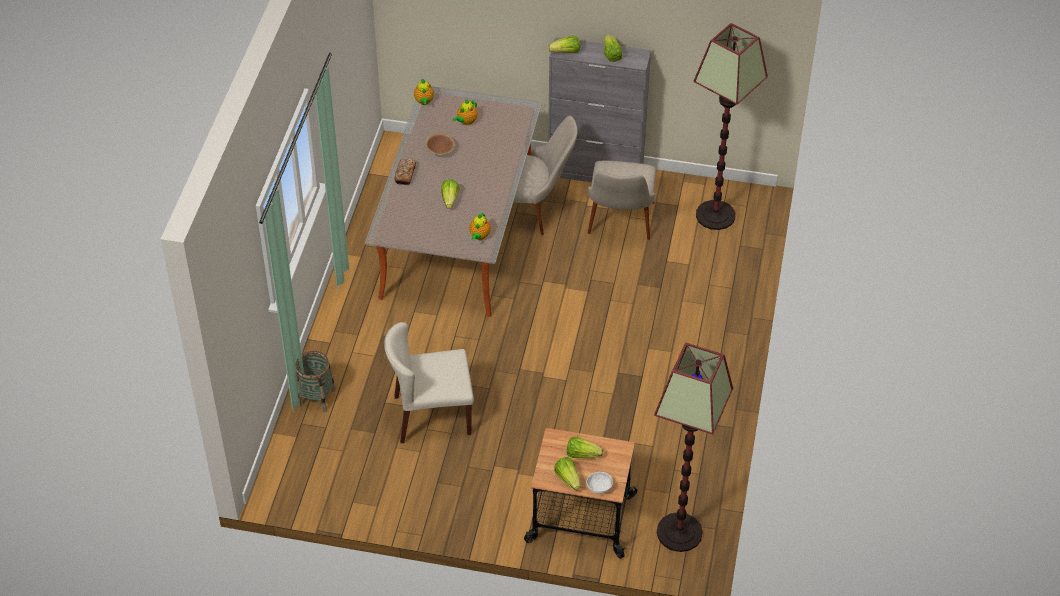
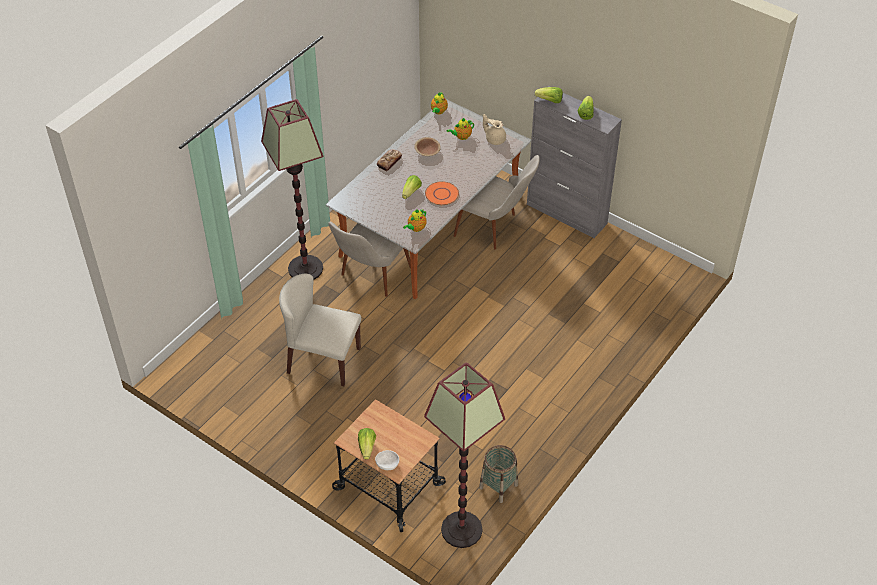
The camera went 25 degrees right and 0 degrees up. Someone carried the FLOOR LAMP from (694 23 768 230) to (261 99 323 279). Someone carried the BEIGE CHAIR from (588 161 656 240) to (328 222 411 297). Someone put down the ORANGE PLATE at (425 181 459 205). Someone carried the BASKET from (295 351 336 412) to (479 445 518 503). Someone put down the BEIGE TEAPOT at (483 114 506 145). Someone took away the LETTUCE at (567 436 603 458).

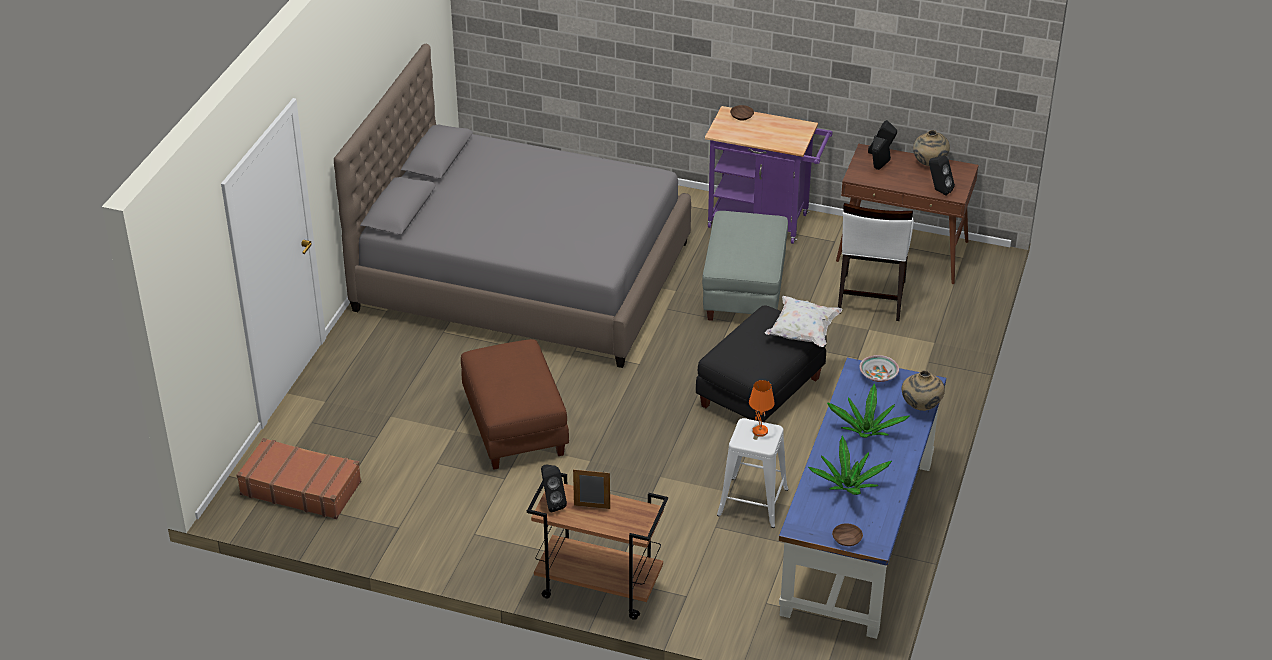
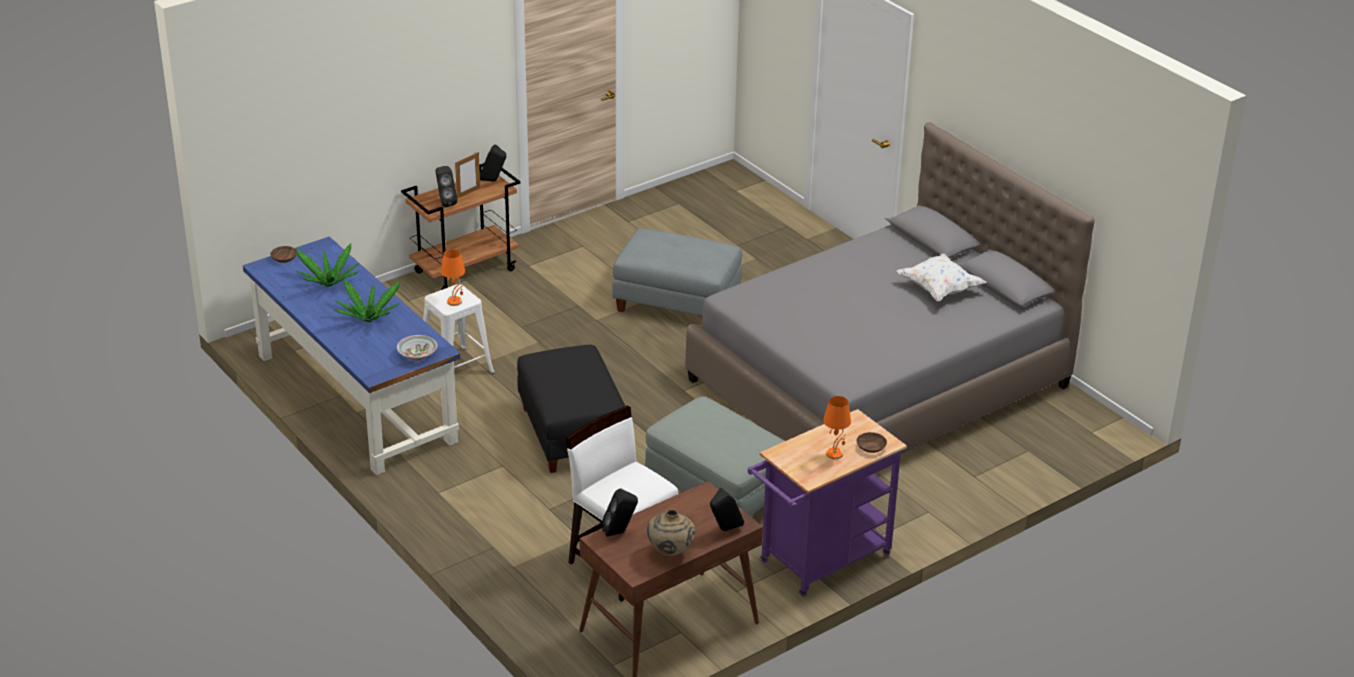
The camera went 125 degrees right and 5 degrees down. Someone carried the BLACK SPEAKER from (872 136 891 170) to (435 166 458 207). Someone repainted the BROWN OTTOMAN at (461 339 569 470), which became the GREY OTTOMAN at (612 228 742 316). Someone put down the ORANGE TABLE LAMP at (823 396 851 459). Someone carried the WHITE PILLOW from (765 296 843 347) to (897 253 987 302). Someone took away the BROWN SUITCASE at (237 438 361 519). Someone took away the BEIGE VASE at (902 370 945 411).

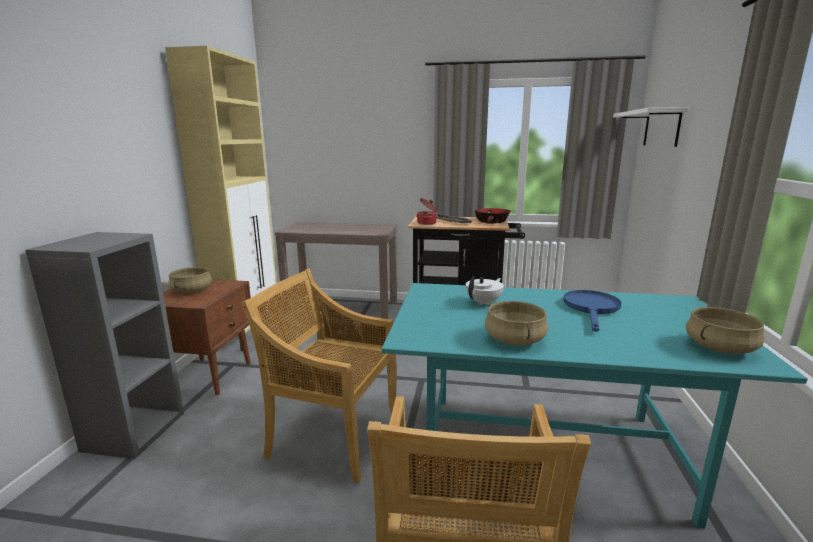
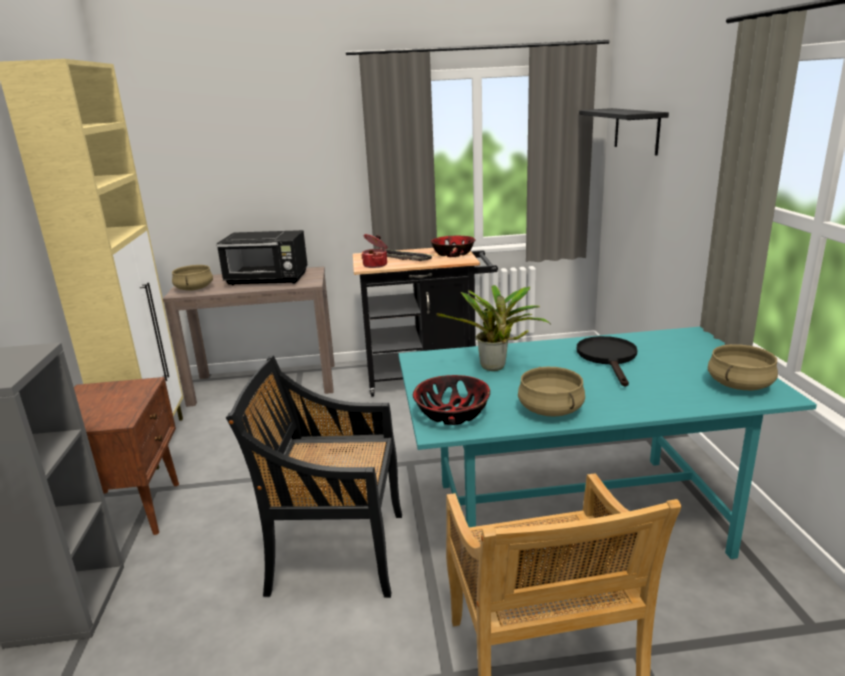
The camera went 15 degrees left and 5 degrees up. Someone carried the BEIGE COOKING POT from (168 267 212 293) to (172 265 213 291). Someone put down the BLACK MICROWAVE at (216 230 308 285). Someone repainted the BEIGE CHAIR at (241 268 397 483), which became the BLACK CHAIR at (226 355 402 598). Someone put down the BOWL at (413 375 490 425). Someone swapped the WHITE TEAPOT at (466 276 504 306) for the POTTED PLANT at (436 285 552 371). Someone repainted the BLUE FRYING PAN at (563 290 621 332), which became the BLACK FRYING PAN at (577 336 637 387). Someone repainted the WHITE SHELF at (613 107 689 147), which became the BLACK SHELF at (579 108 669 156).

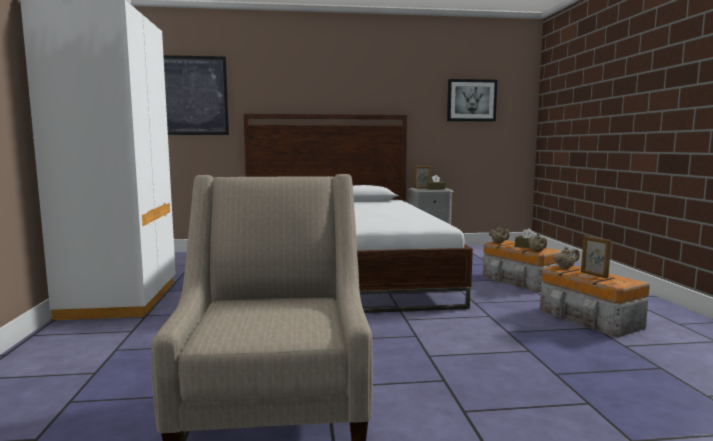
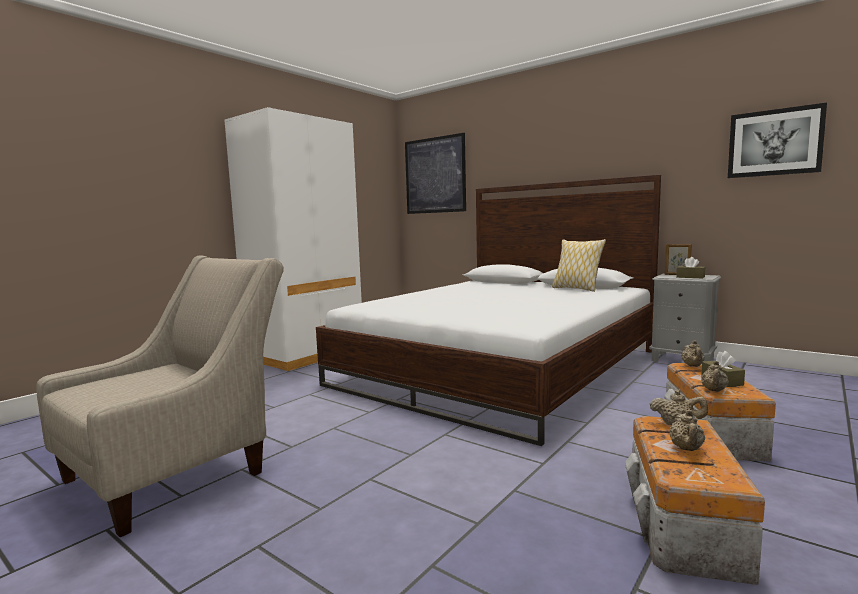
The camera went 45 degrees right and 0 degrees up. Someone put down the PILLOW at (552 239 606 292). Someone swapped the PICTURE FRAME at (581 236 611 278) for the BEIGE TEAPOT at (669 410 705 451).

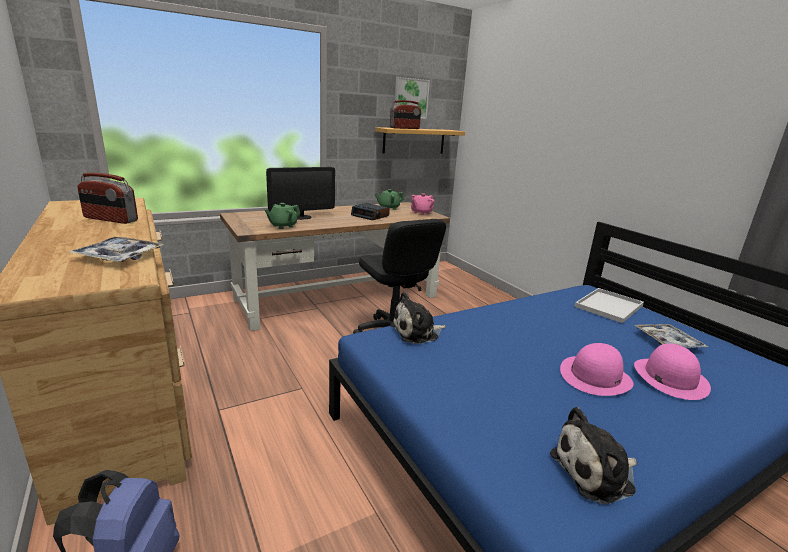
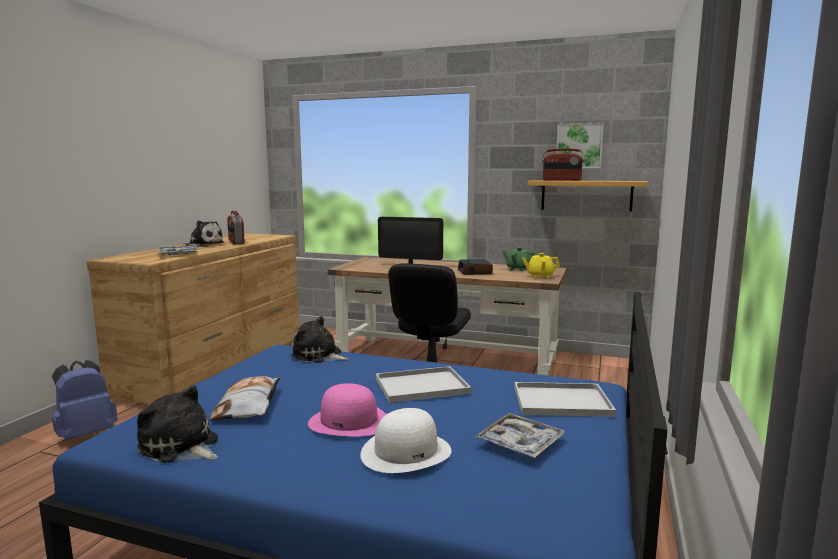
The camera went 50 degrees right and 10 degrees down. Someone put down the PLUSH TOY at (182 220 224 247). Someone put down the PILLOW at (209 376 280 420). Someone repainted the PINK HAT at (634 343 711 400), which became the WHITE HAT at (360 408 452 473). Someone put down the WHITE TRAY at (376 366 471 403). Someone repainted the PINK TEAPOT at (411 193 434 215), which became the YELLOW TEAPOT at (522 253 560 278). Someone took away the GREEN TEAPOT at (265 203 300 229).

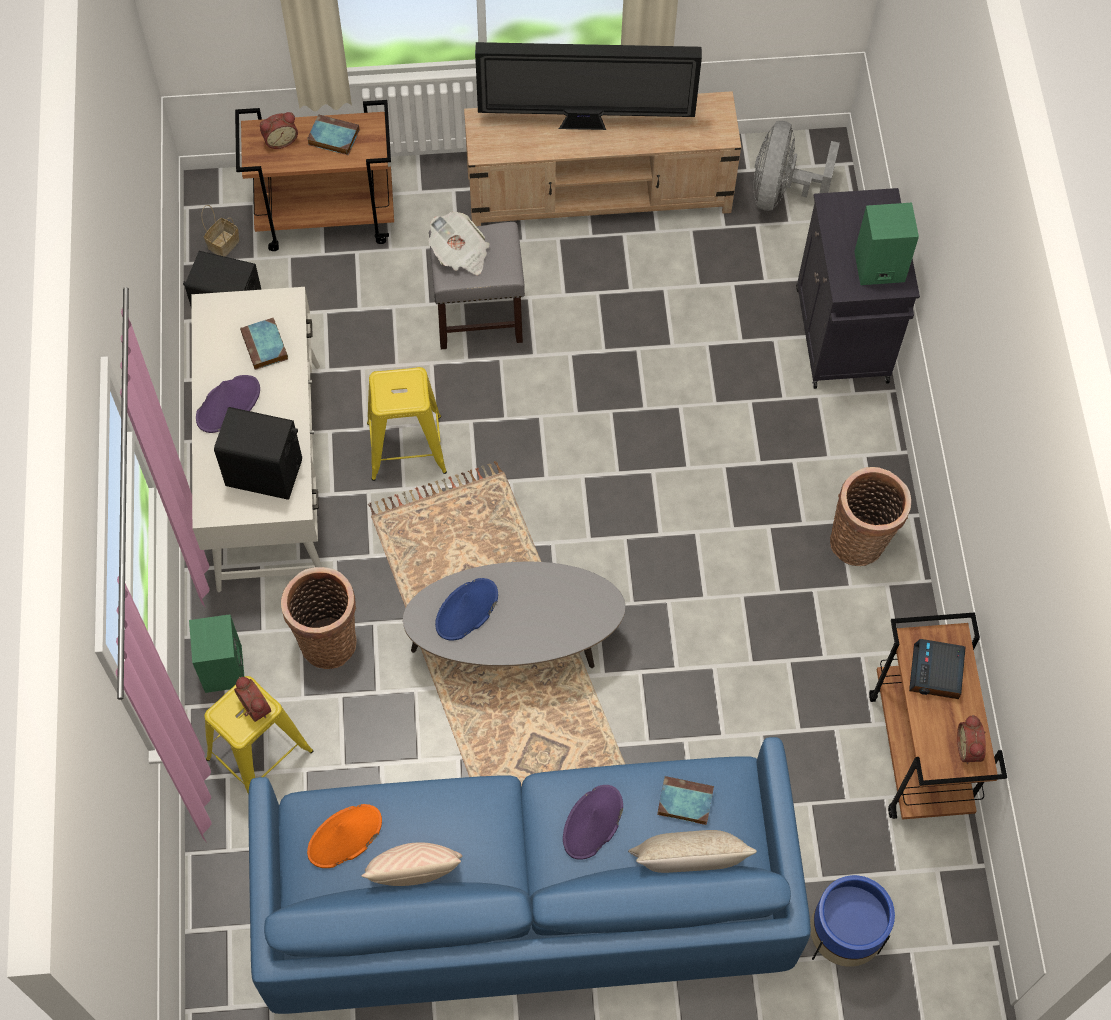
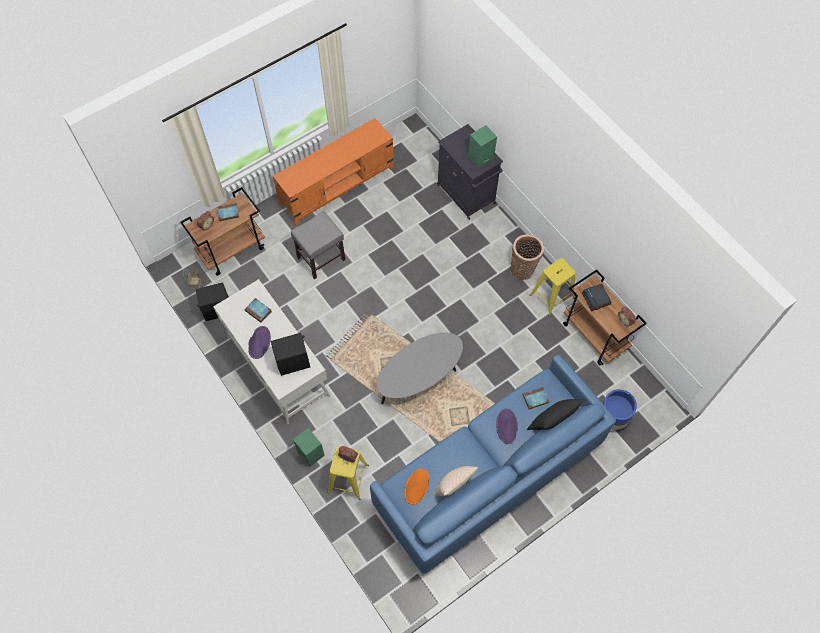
The camera went 30 degrees left and 0 degrees up. Someone repainted the BEIGE TV STAND at (464 91 741 226), which became the ORANGE TV STAND at (273 118 394 225). Someone repainted the BEIGE PILLOW at (628 830 757 873), which became the BLACK PILLOW at (527 399 585 430). Someone carried the YELLOW STOOL from (367 367 447 481) to (530 258 576 316). Someone took away the BASKET at (281 567 356 669). Someone took away the NEWSPAPER at (428 212 490 275). Someone took away the BLUE HAT at (435 578 498 641). Someone took away the TELEVISION at (475 42 702 130). Someone took away the GREY FAN at (754 121 840 211).

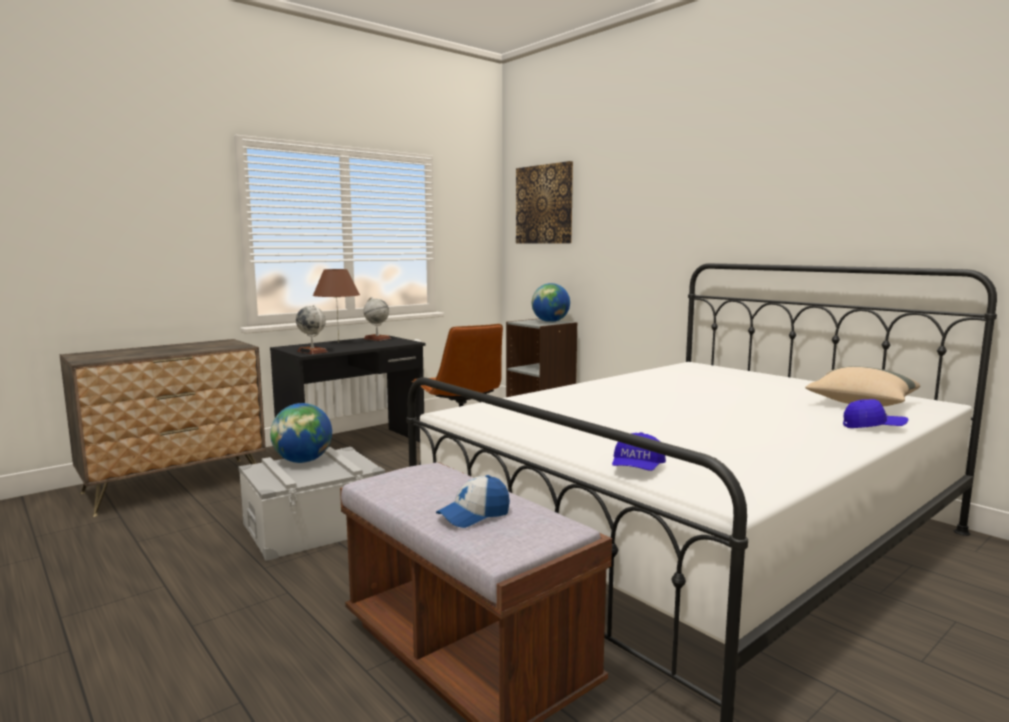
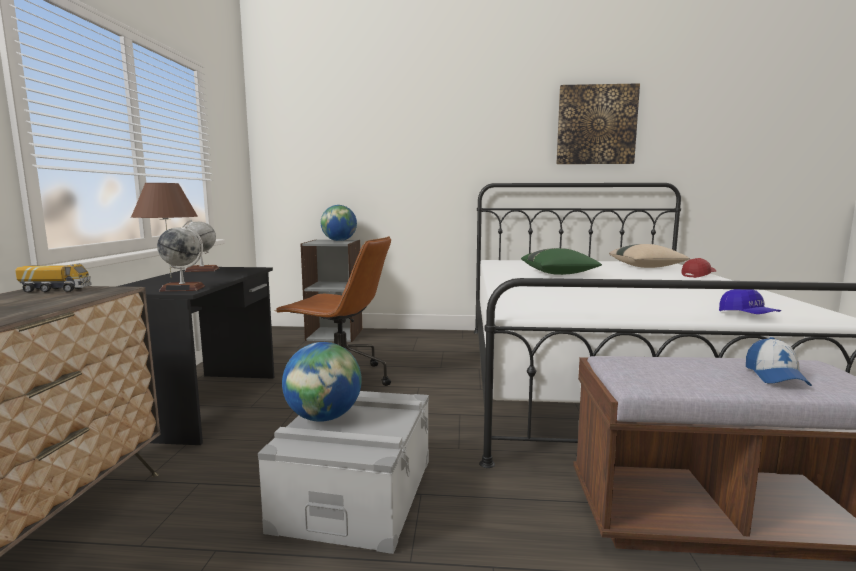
The camera went 45 degrees left and 0 degrees up. Someone put down the TOY TRUCK at (15 263 92 292). Someone put down the GREEN PILLOW at (521 248 602 275). Someone carried the PICTURE from (516 161 573 244) to (556 83 640 164). Someone repainted the BLUE CAP at (843 399 908 428), which became the RED CAP at (681 258 716 278).

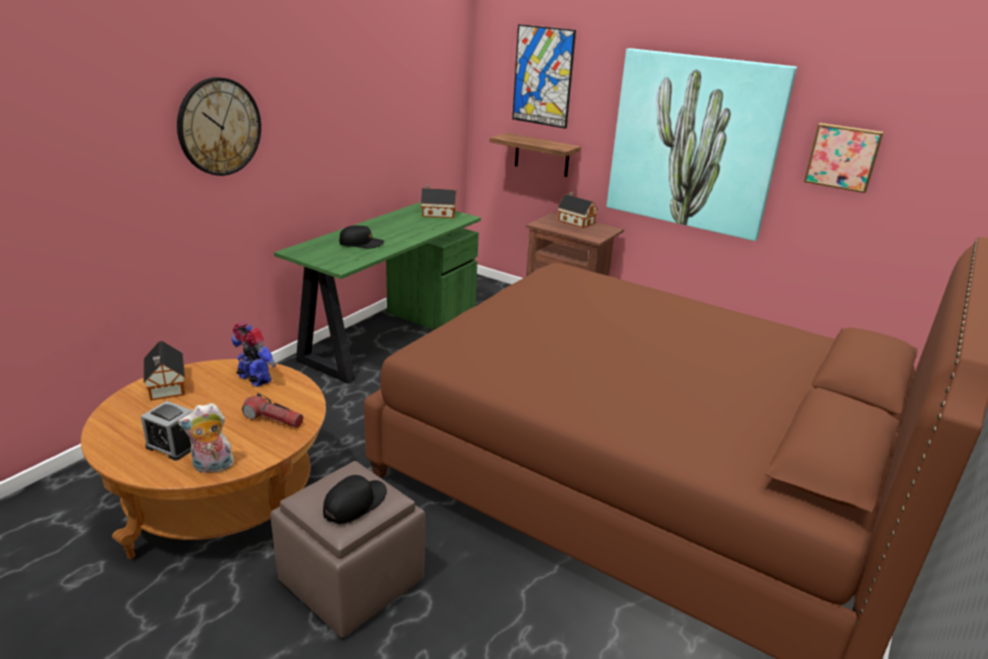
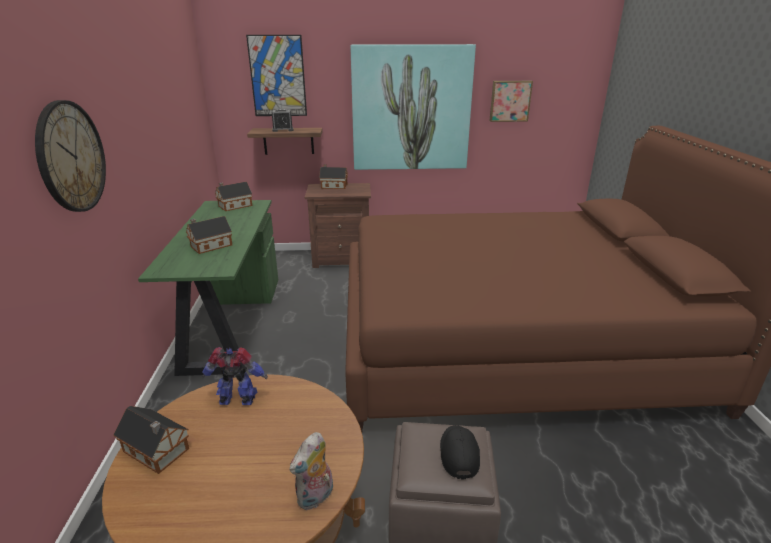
The camera went 35 degrees left and 0 degrees up. Someone swapped the BLACK CAP at (339 225 384 248) for the TOY HOUSE at (186 216 232 254). Someone carried the ALARM CLOCK from (141 401 193 461) to (272 108 294 132). Someone took away the FLASHLIGHT at (242 393 303 428).

